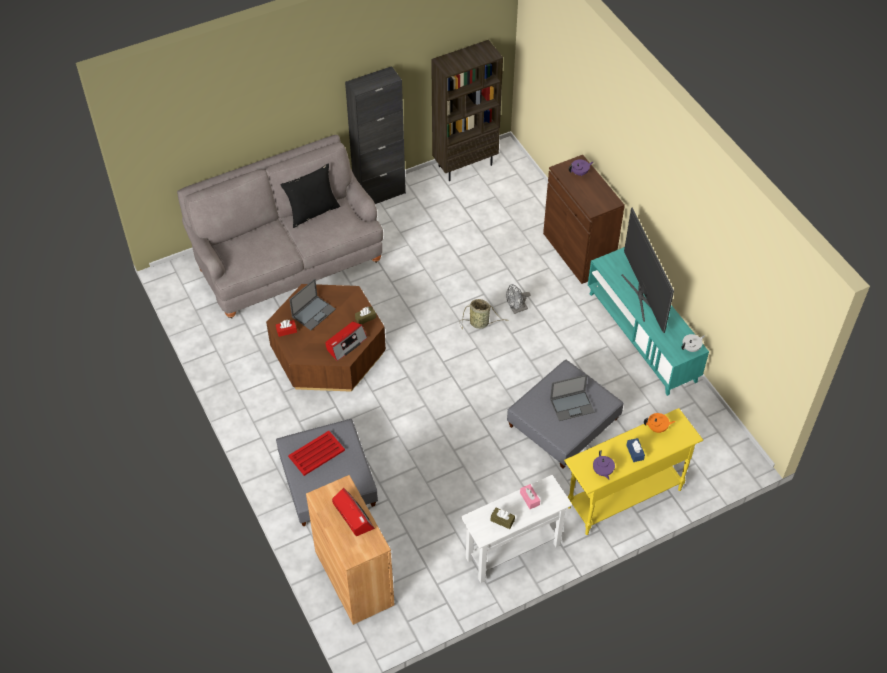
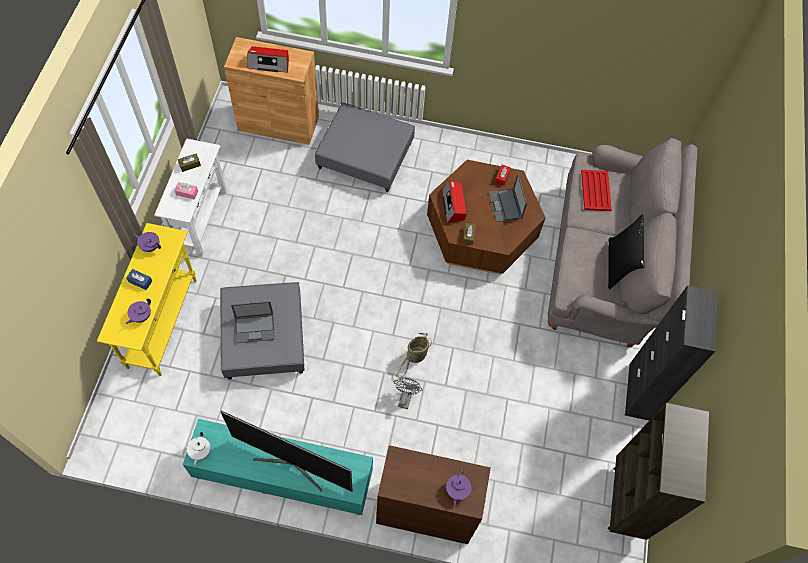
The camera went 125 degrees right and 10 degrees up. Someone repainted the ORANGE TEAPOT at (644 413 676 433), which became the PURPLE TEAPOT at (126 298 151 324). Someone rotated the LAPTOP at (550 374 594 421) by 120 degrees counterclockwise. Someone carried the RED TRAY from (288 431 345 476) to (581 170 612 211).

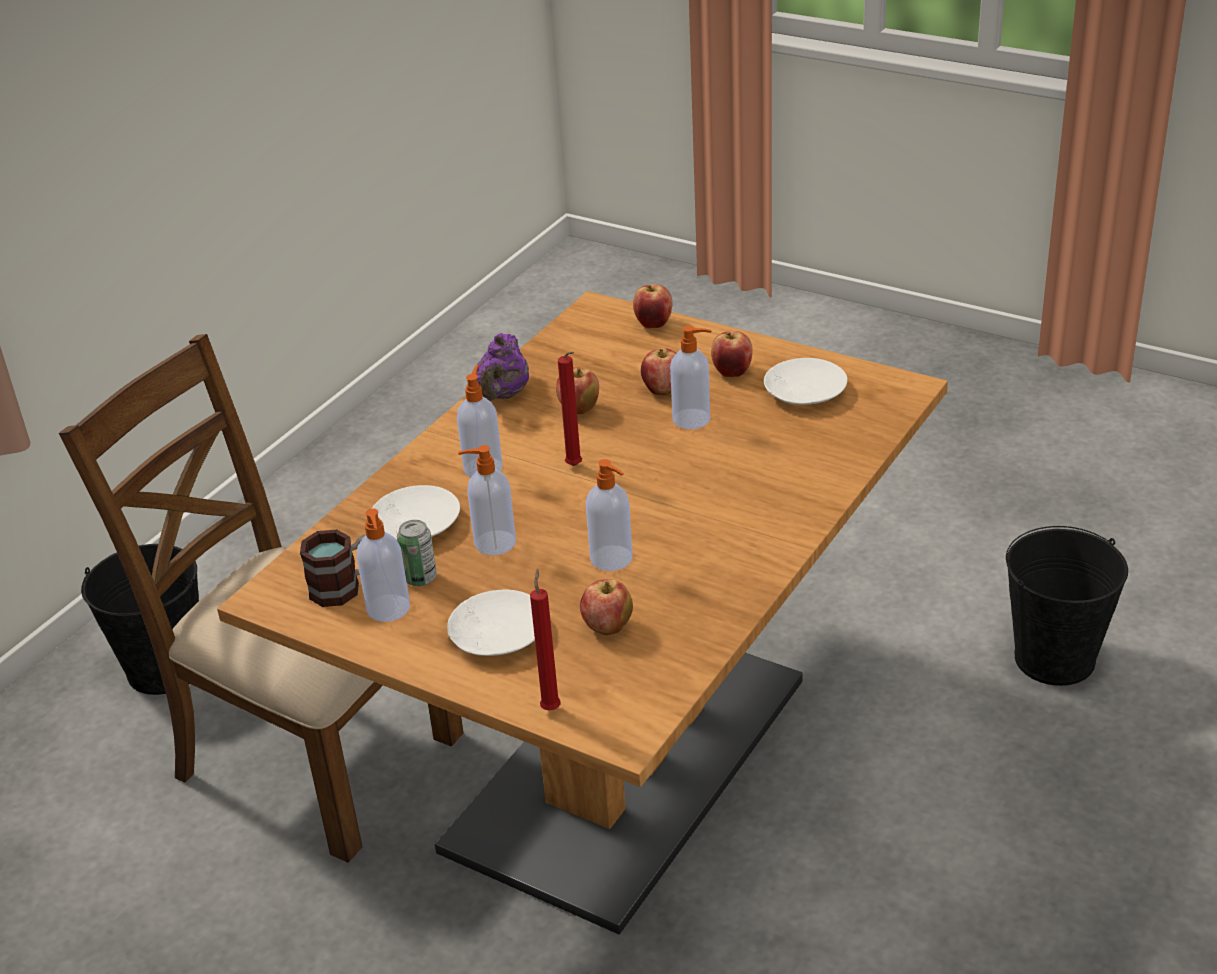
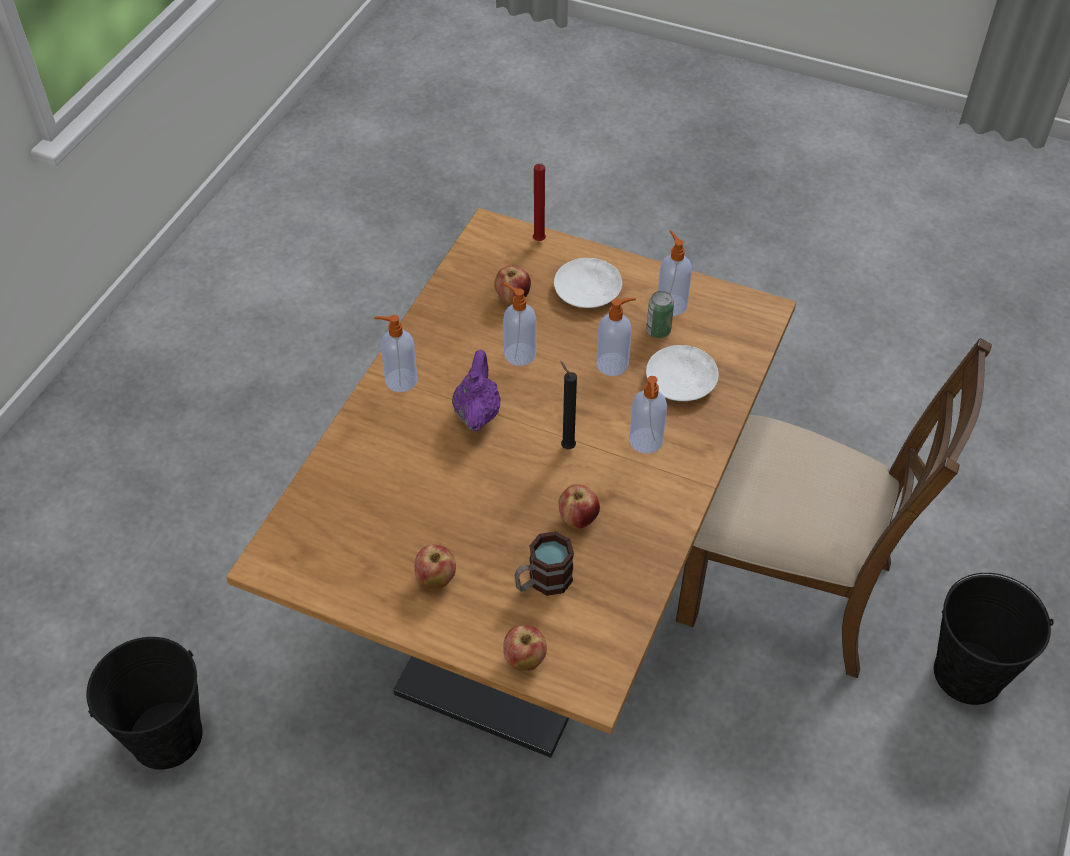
The camera went 170 degrees right and 15 degrees up. Someone carried the SOAP DISPENSER from (670 326 712 429) to (374 315 418 392). Someone carried the PURPLE TEAPOT from (476 333 529 401) to (452 350 501 432). Someone carried the MUG from (300 530 366 607) to (514 531 574 596). Someone repainted the RED CANDLE at (558 352 582 466), which became the BLACK CANDLE at (561 361 577 449). Someone took away the APPLE at (641 348 676 395). Someone took away the WHITE PLATE at (764 358 847 405).

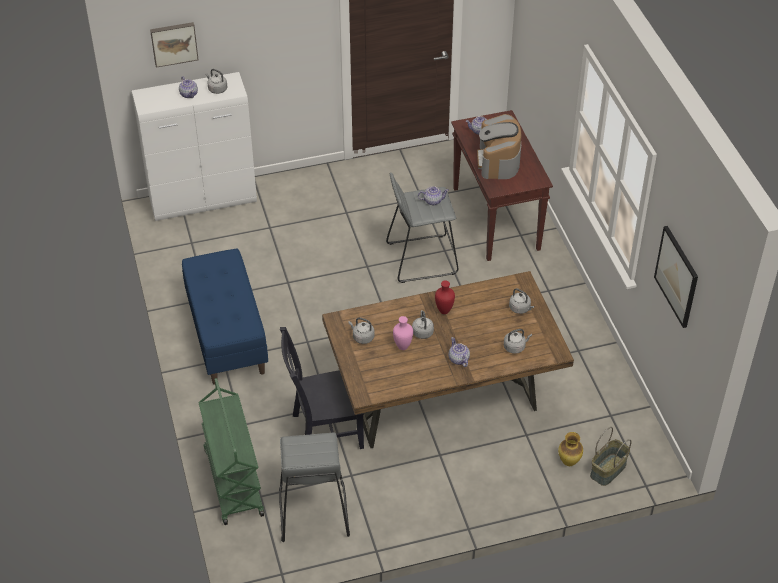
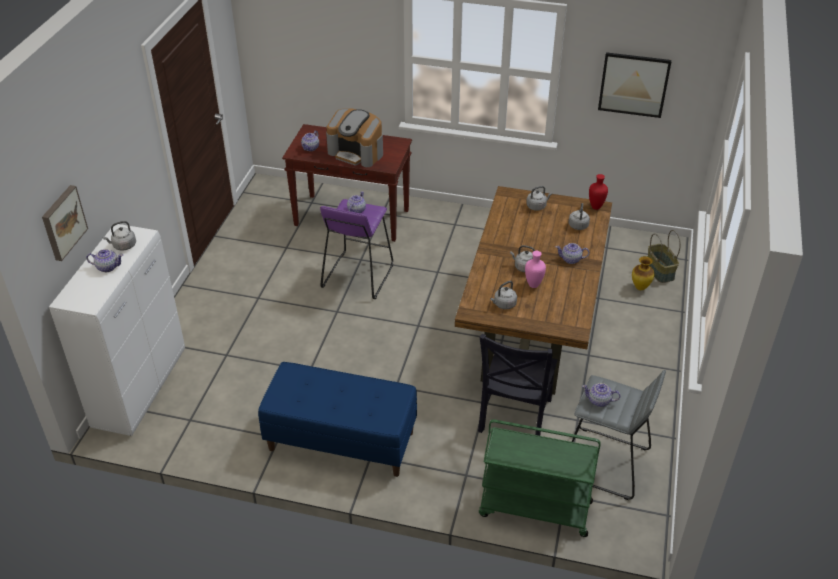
The camera went 60 degrees left and 5 degrees down. Someone repainted the GREY STOOL at (386 172 459 283), which became the PURPLE STOOL at (320 199 393 299). Someone put down the TEAPOT at (582 383 620 407). Someone carried the RED VASE from (435 280 455 314) to (589 174 608 210).

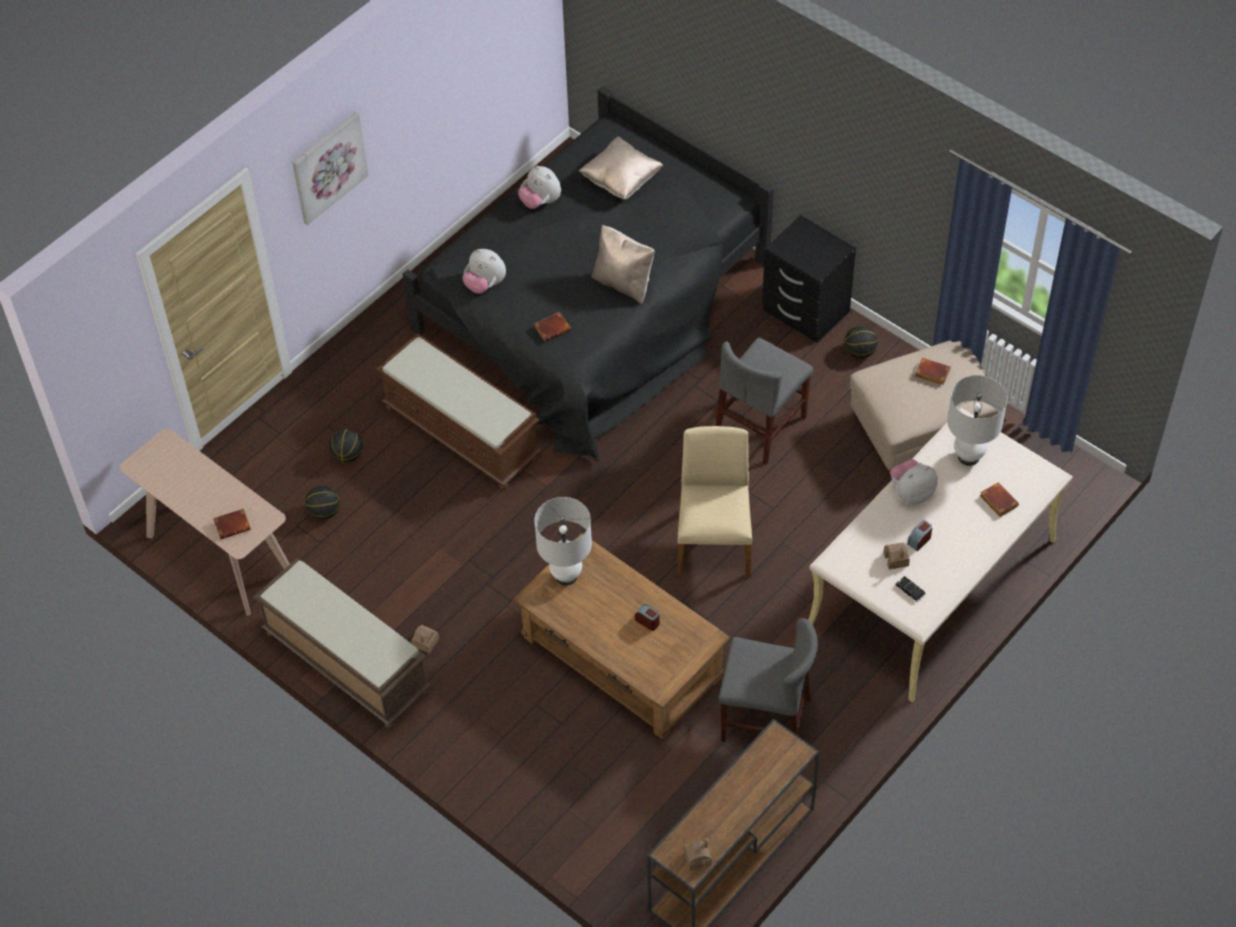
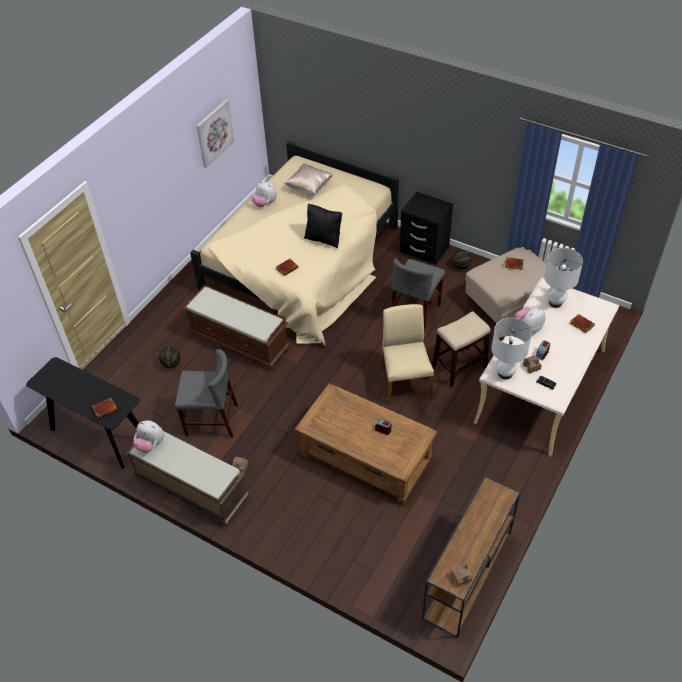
The camera went 10 degrees left and 5 degrees down. Someone repainted the BEIGE CONSOLE TABLE at (120 429 290 616), which became the BLACK CONSOLE TABLE at (26 357 140 469). Someone carried the PLUSH TOY from (463 249 506 294) to (133 421 164 453). Someone carried the GREY CHAIR from (719 618 818 742) to (175 349 238 438). Someone repainted the BLACK BED at (403 86 774 462), which became the BEIGE BED at (190 141 399 345). Someone carried the PICTURE from (292 112 369 225) to (196 100 234 168). Someone repainted the BEIGE PILLOW at (591 225 655 304), which became the BLACK PILLOW at (304 204 342 249). Someone put down the STOOL at (432 311 491 387). Someone carried the WHITE TABLE LAMP from (534 497 592 585) to (491 318 532 379). Someone took away the BASKETBALL at (305 485 340 520).

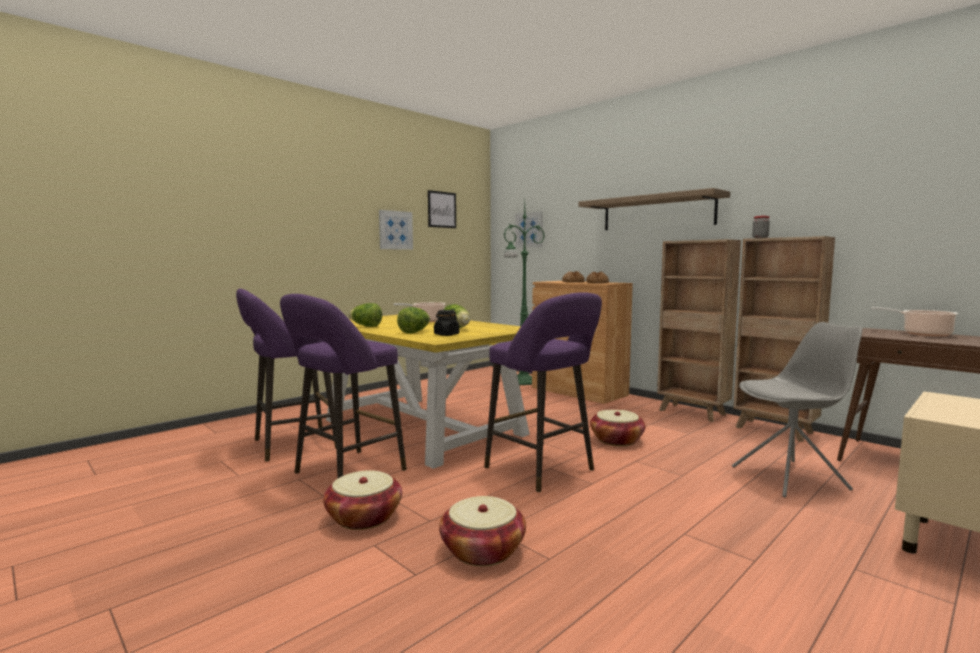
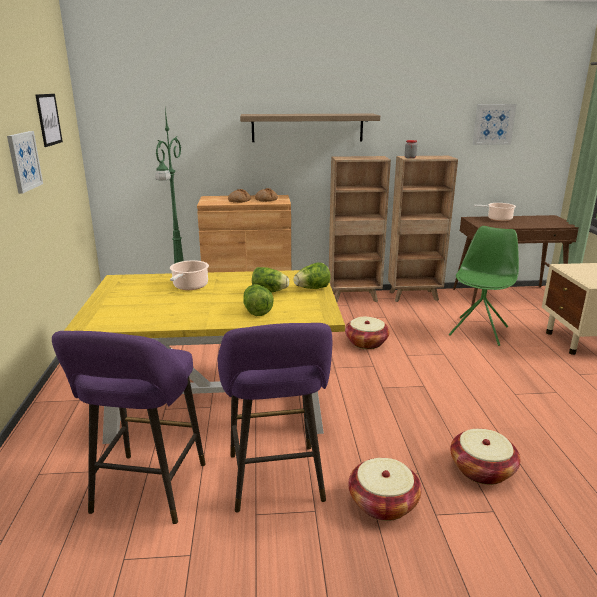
The camera went 50 degrees left and 15 degrees up. Someone carried the LETTUCE from (349 303 382 327) to (293 263 331 289). Someone repainted the GREY CHAIR at (732 322 862 498), which became the GREEN CHAIR at (449 226 519 346). Someone carried the PICTURE from (515 211 543 248) to (473 104 517 145). Someone took away the BLACK JAR at (434 310 460 336). Someone took away the PURPLE STOOL at (484 292 602 492).

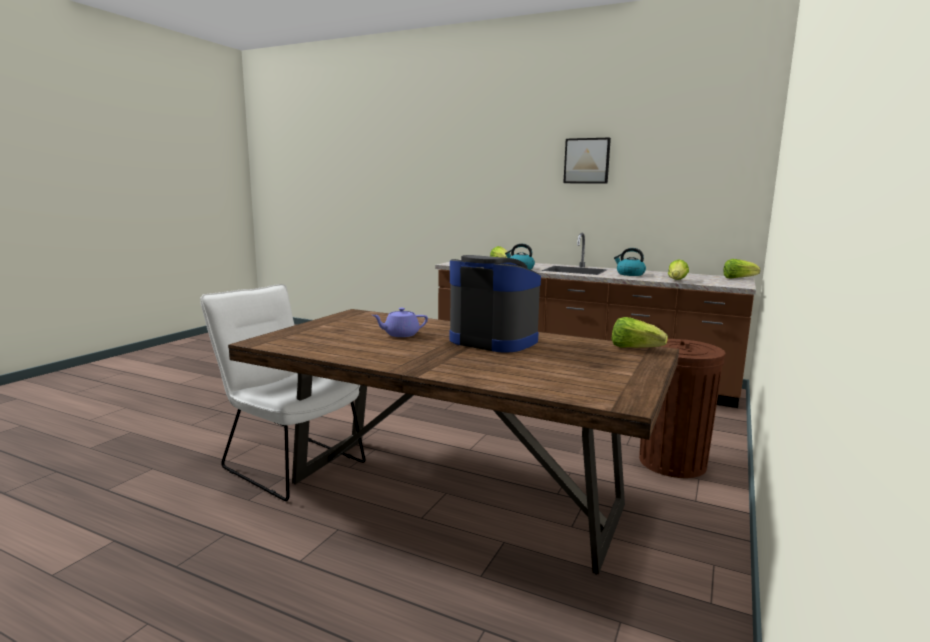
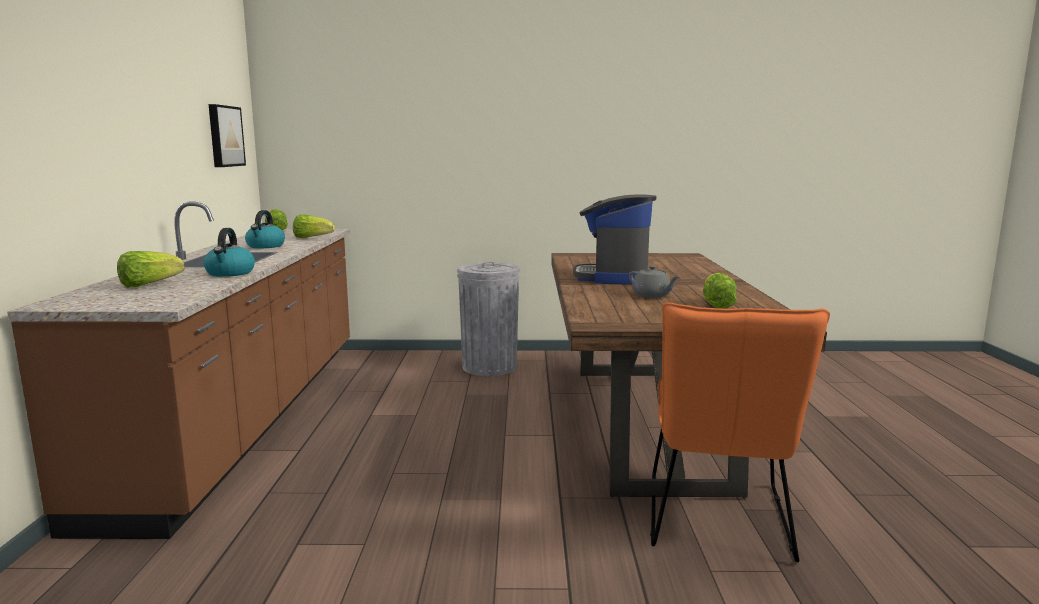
The camera went 115 degrees left and 0 degrees up. Someone carried the PICTURE from (563 138 611 184) to (209 104 246 167). Someone repainted the BROWN TRASH CAN at (639 339 725 478), which became the GREY TRASH CAN at (457 262 520 376). Someone repainted the PURPLE TEAPOT at (372 308 428 337), which became the GREY TEAPOT at (629 265 679 298). Someone repainted the WHITE CHAIR at (200 284 365 501), which became the ORANGE CHAIR at (650 302 830 562). Someone carried the LETTUCE from (612 317 668 348) to (702 273 737 309).

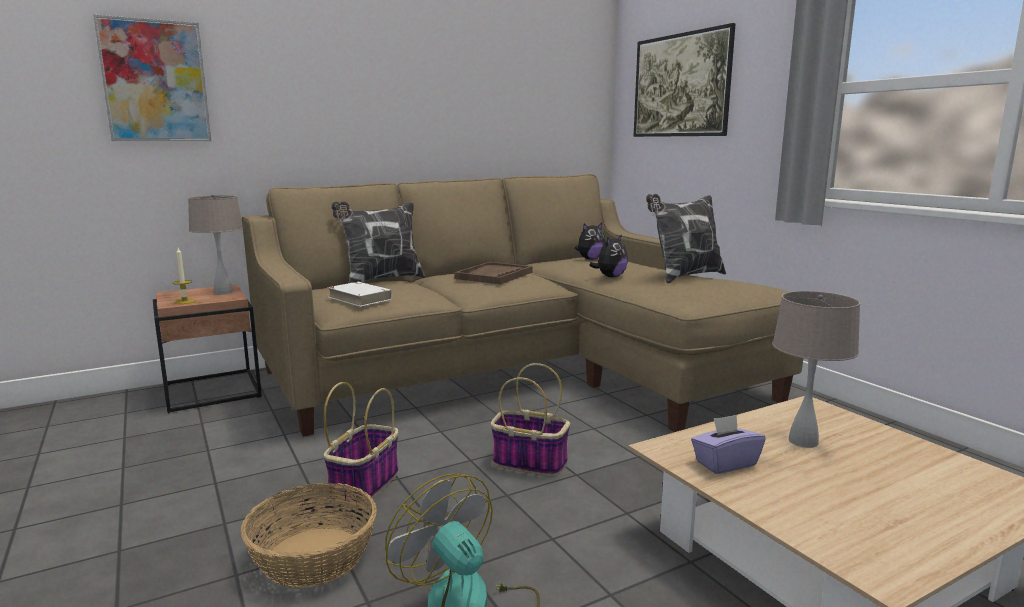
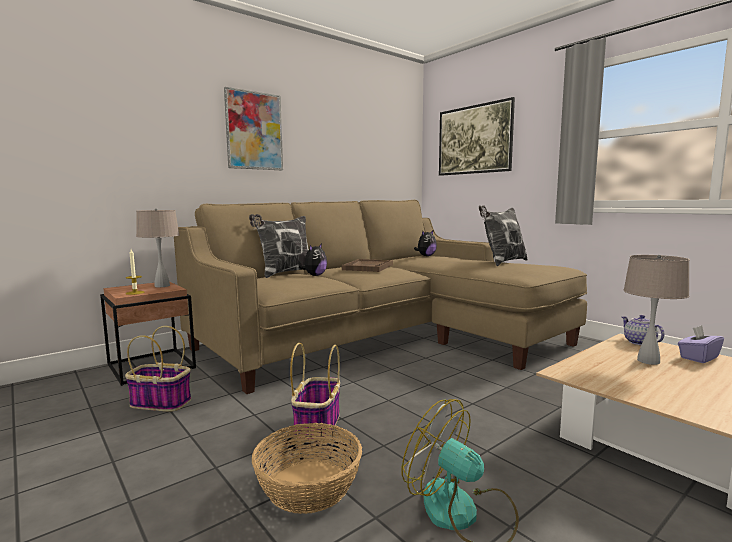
The camera went 10 degrees left and 5 degrees down. Someone carried the BASKET from (491 363 570 476) to (125 326 191 411). Someone carried the PICTURE from (93 15 211 141) to (224 87 283 170). Someone carried the PLUSH TOY from (589 234 628 277) to (299 244 327 276). Someone put down the TEAPOT at (622 315 665 345). Someone carried the PURPLE TISSUE BOX from (691 414 766 474) to (678 325 724 363). Someone took away the WHITE BOOK at (327 282 392 307).

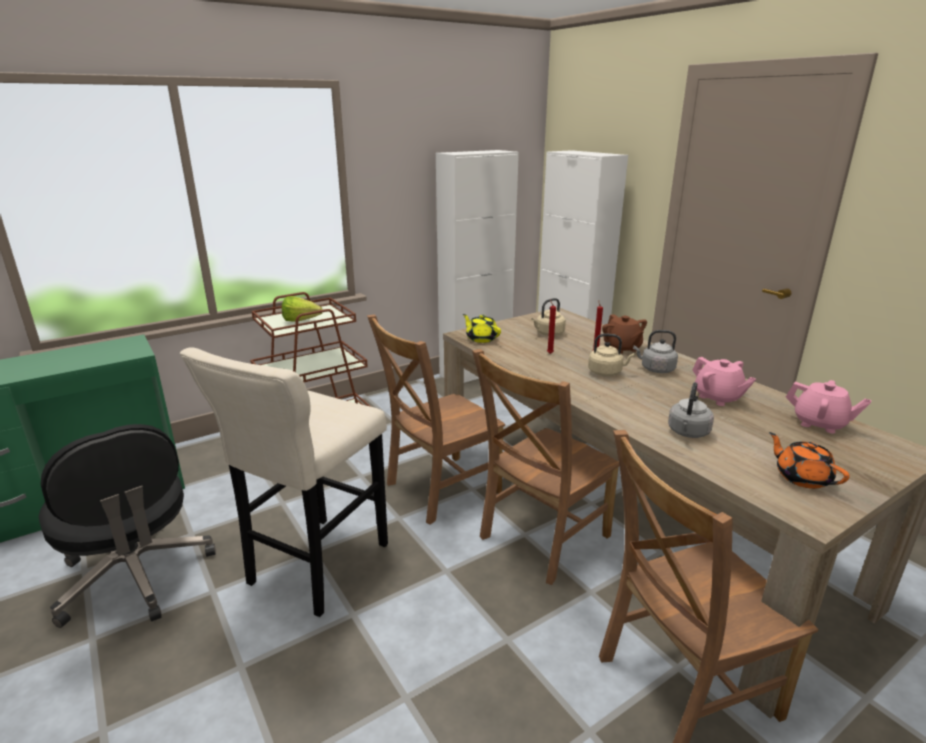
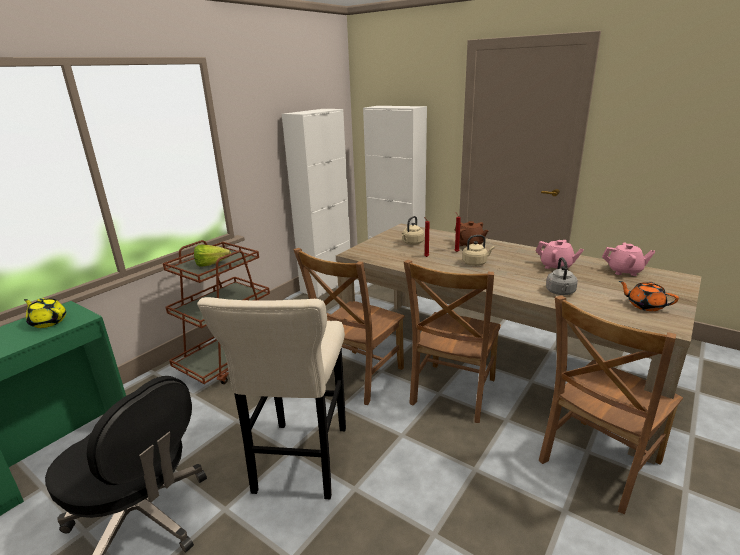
The camera went 20 degrees left and 0 degrees up. Someone carried the YELLOW TEAPOT from (463 314 501 343) to (24 298 66 328). Someone took away the GREY KETTLE at (633 330 678 373).

